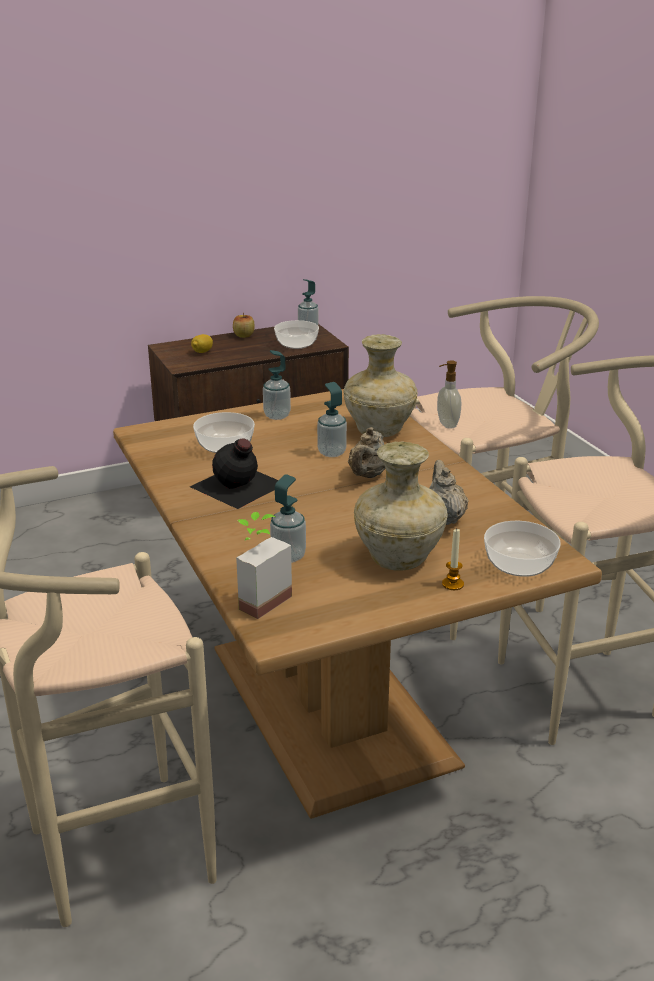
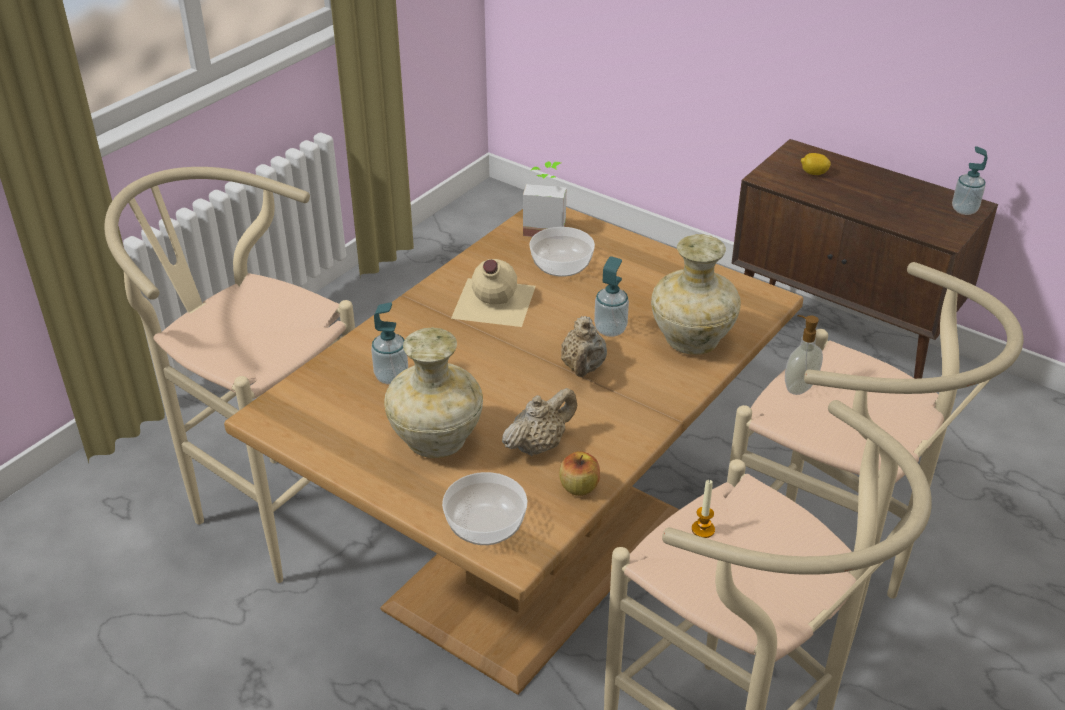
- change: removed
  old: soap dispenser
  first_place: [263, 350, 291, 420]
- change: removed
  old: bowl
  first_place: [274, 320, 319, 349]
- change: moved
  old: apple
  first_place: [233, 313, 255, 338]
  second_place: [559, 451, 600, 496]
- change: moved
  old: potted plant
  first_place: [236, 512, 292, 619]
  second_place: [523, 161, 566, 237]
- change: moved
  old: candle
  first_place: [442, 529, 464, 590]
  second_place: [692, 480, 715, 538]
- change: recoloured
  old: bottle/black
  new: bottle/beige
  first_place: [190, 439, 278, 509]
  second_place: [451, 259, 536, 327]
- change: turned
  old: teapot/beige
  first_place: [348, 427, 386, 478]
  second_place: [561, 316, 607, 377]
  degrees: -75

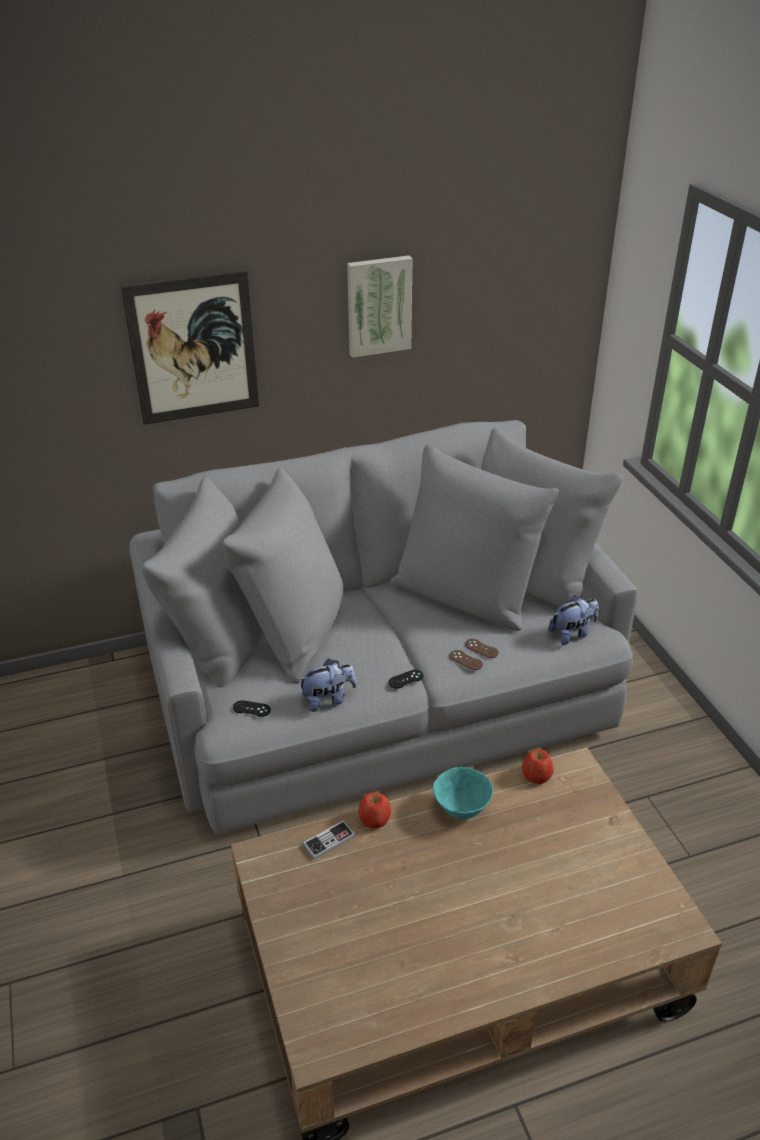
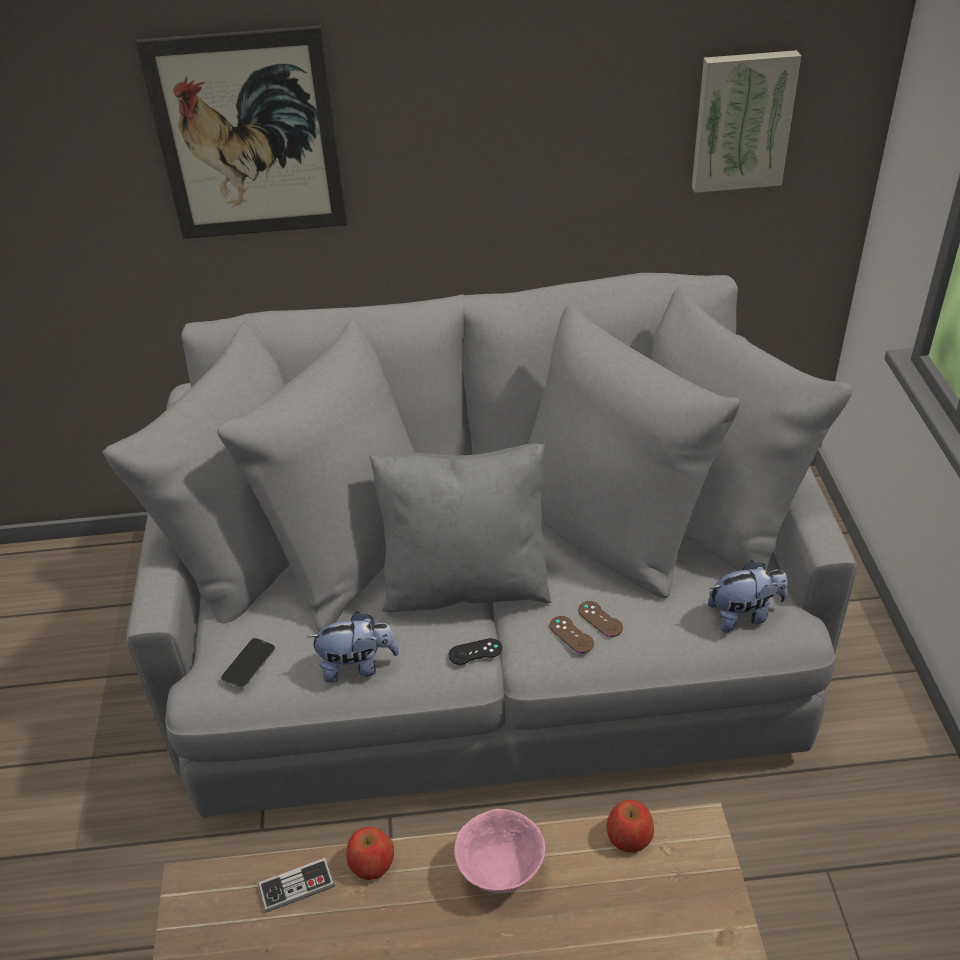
- change: added
  new: pillow/grey
  second_place: [370, 443, 551, 612]
- change: moved
  old: picture
  first_place: [347, 255, 413, 358]
  second_place: [692, 50, 801, 193]
- change: replaced
  old: game controller/black
  new: phone
  first_place: [233, 700, 271, 717]
  second_place: [221, 638, 275, 688]
- change: recoloured
  old: bowl/turquoise
  new: bowl/pink
  first_place: [433, 767, 493, 819]
  second_place: [454, 809, 545, 893]

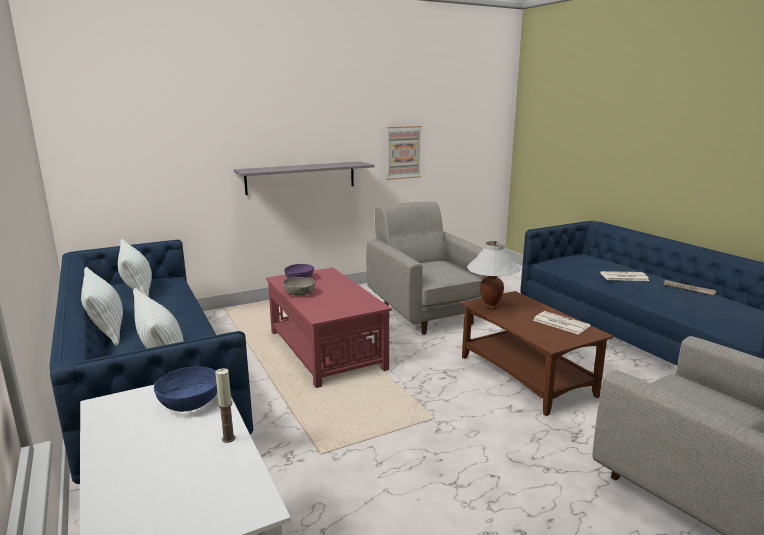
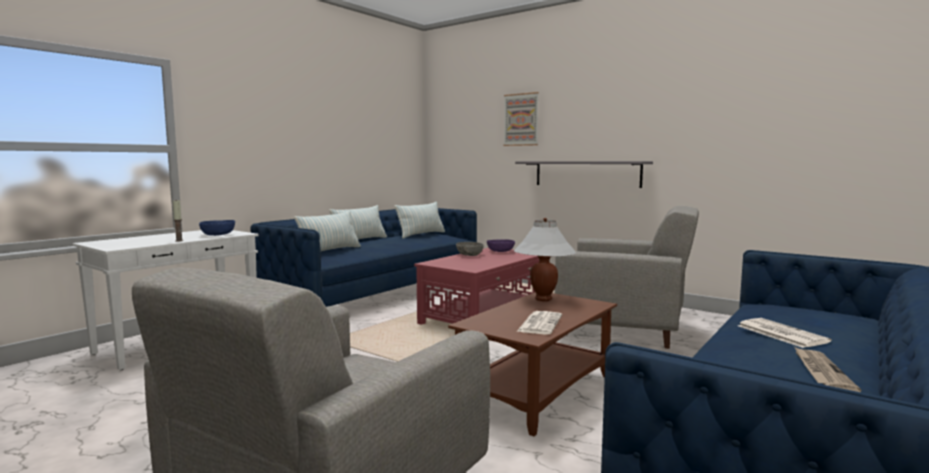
- change: moved
  old: picture
  first_place: [387, 126, 422, 180]
  second_place: [504, 92, 539, 146]
- change: turned
  old: armchair/grey
  first_place: [366, 201, 488, 335]
  second_place: [555, 205, 699, 349]
  degrees: 75

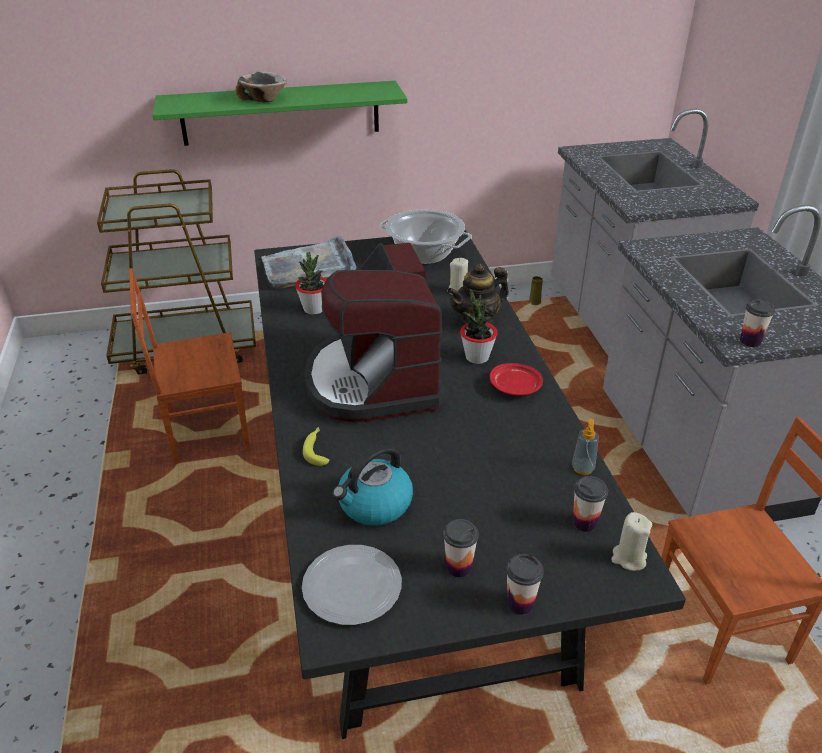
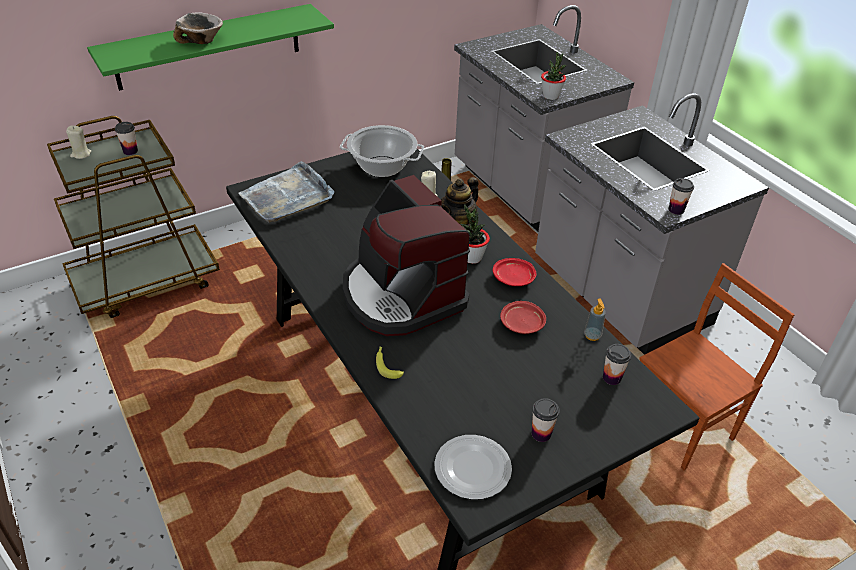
- change: removed
  old: chair/brown
  first_place: [129, 268, 250, 464]
- change: removed
  old: kettle
  first_place: [333, 444, 413, 526]
- change: added
  new: plate/red
  second_place: [500, 301, 546, 334]
- change: moved
  old: potted plant
  first_place: [295, 252, 326, 315]
  second_place: [541, 52, 567, 100]
- change: moved
  old: cup
  first_place: [506, 554, 544, 615]
  second_place: [115, 122, 138, 155]
- change: moved
  old: candle/beige
  first_place: [611, 512, 652, 571]
  second_place: [66, 125, 91, 159]

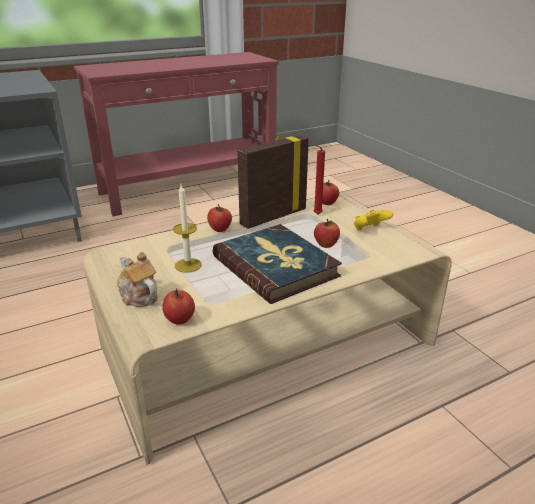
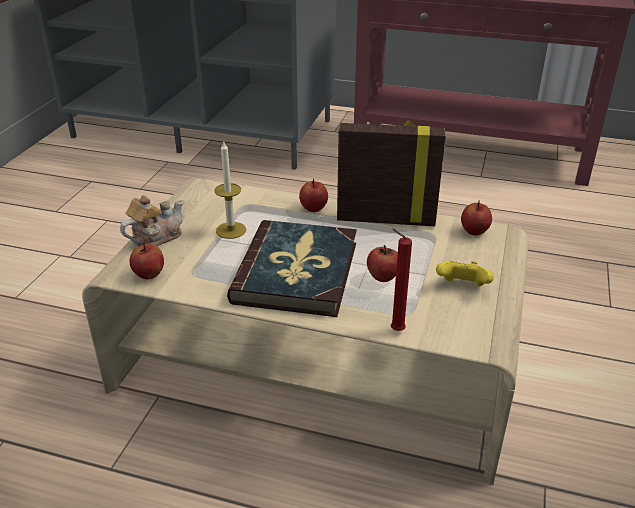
- change: moved
  old: candle/red
  first_place: [314, 145, 325, 215]
  second_place: [391, 229, 412, 331]
- change: turned
  old: teapot
  first_place: [117, 252, 158, 307]
  second_place: [120, 195, 184, 247]
  degrees: 45

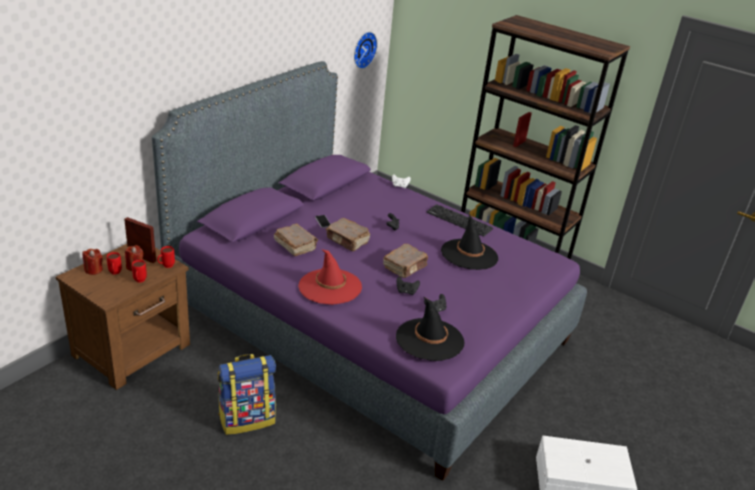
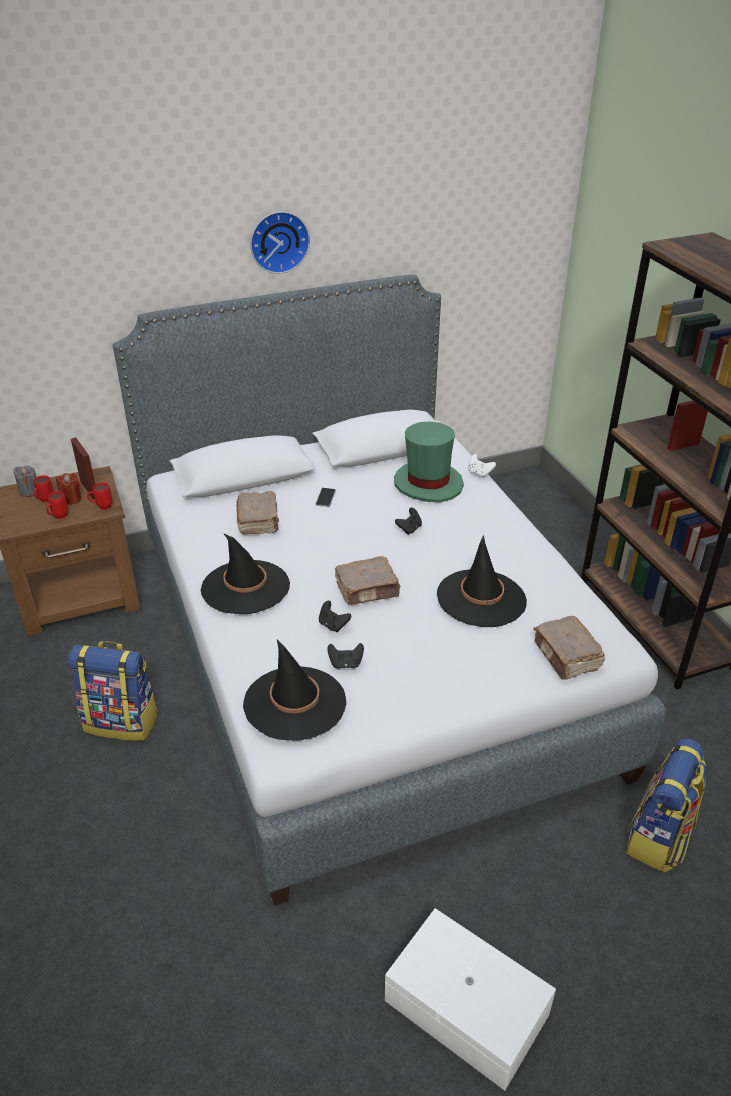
- change: removed
  old: keyboard
  first_place: [427, 204, 493, 237]
- change: added
  new: hat/green
  second_place: [394, 421, 464, 503]
- change: added
  new: backpack
  second_place: [626, 738, 706, 873]
- change: moved
  old: book/brown
  first_place: [326, 218, 370, 251]
  second_place: [534, 616, 605, 680]
- change: moved
  old: wall clock
  first_place: [354, 32, 377, 69]
  second_place: [250, 211, 310, 274]
- change: recoloured
  old: candle/red
  new: candle/grey
  first_place: [82, 249, 103, 275]
  second_place: [13, 465, 37, 497]
- change: recoloured
  old: bed/purple
  new: bed/grey
  first_place: [152, 61, 587, 481]
  second_place: [113, 275, 666, 906]
- change: recoloured
  old: hat/red
  new: hat/black
  first_place: [298, 249, 362, 305]
  second_place: [201, 533, 290, 614]

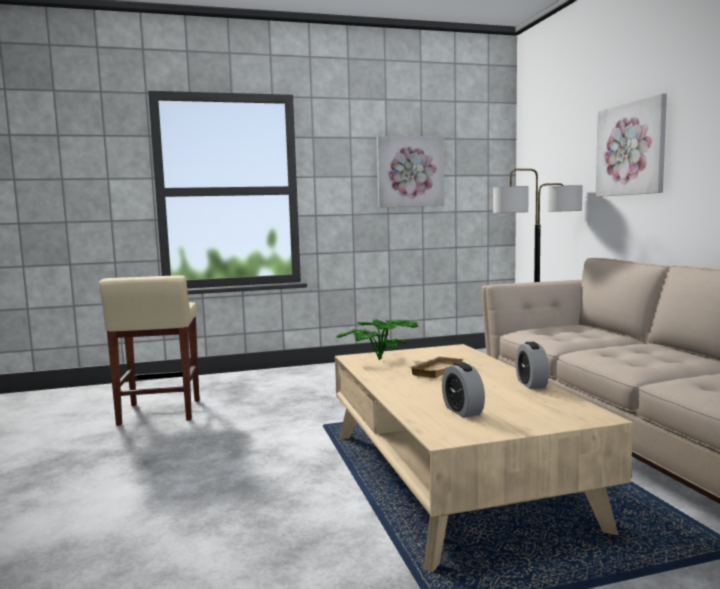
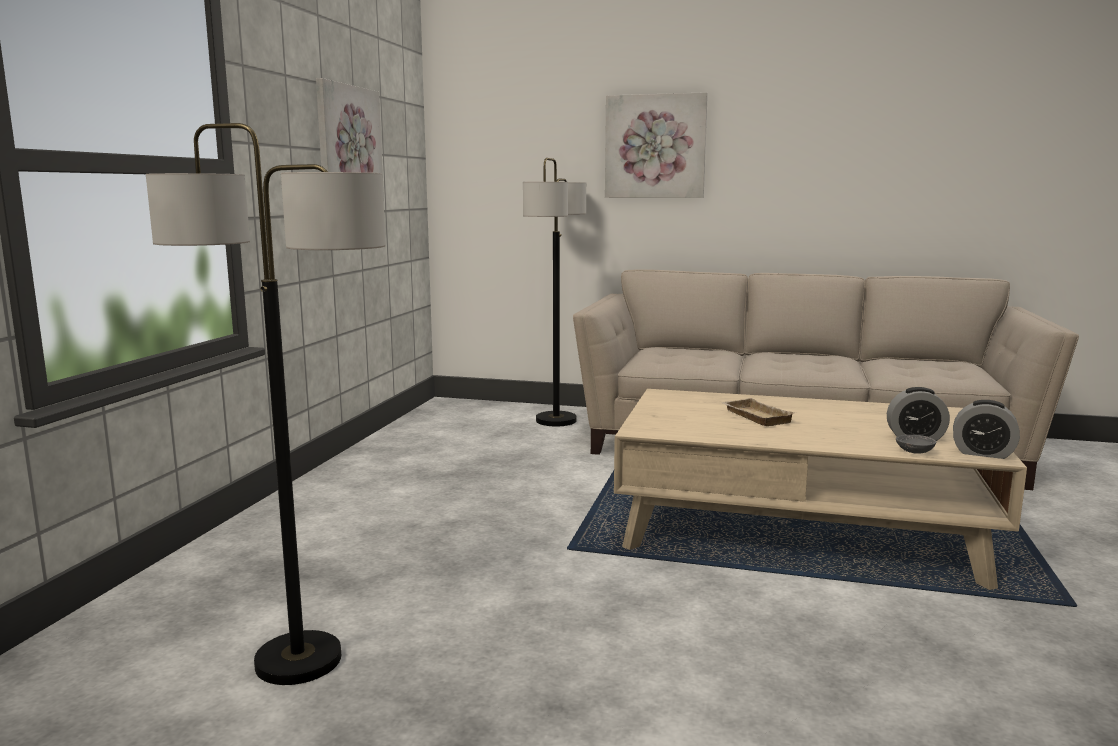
- change: removed
  old: potted plant
  first_place: [337, 318, 418, 360]
- change: added
  new: bowl/grey
  second_place: [896, 435, 936, 454]
- change: moved
  old: alarm clock
  first_place: [516, 342, 549, 389]
  second_place: [953, 400, 1020, 459]
- change: replaced
  old: stool/beige
  new: floor lamp
  first_place: [99, 275, 199, 426]
  second_place: [146, 123, 386, 685]

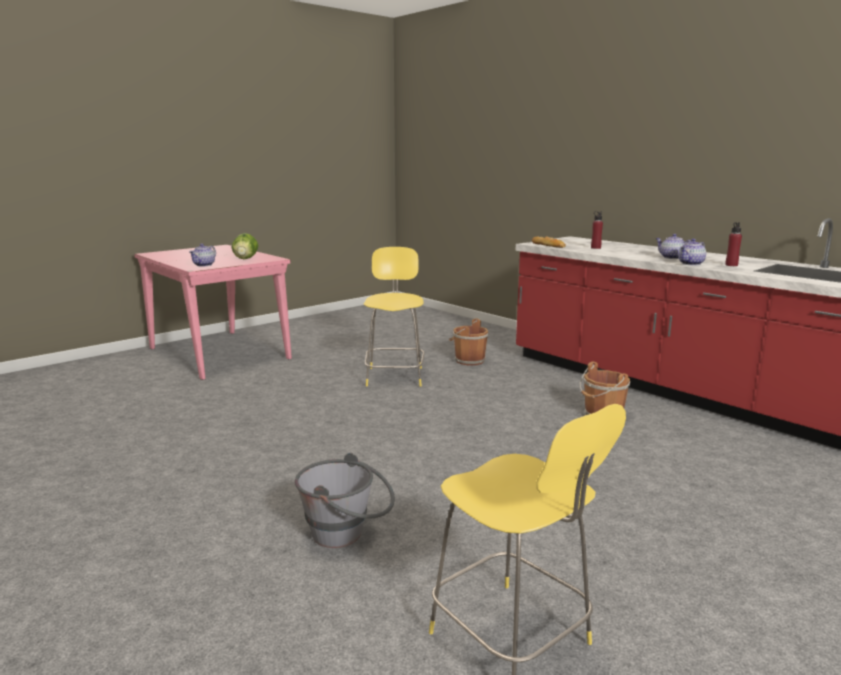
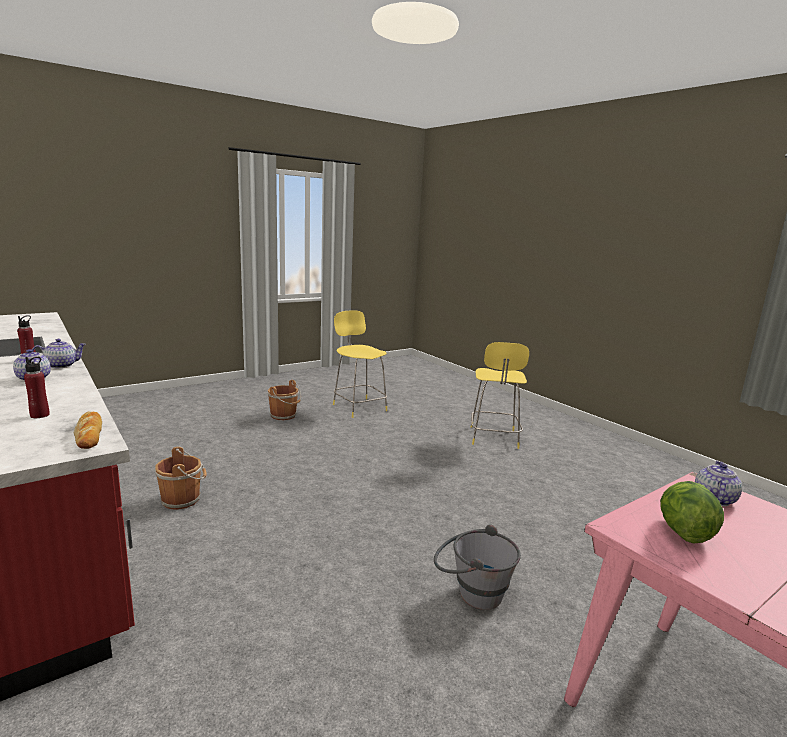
- change: moved
  old: bucket/grey
  first_place: [295, 453, 395, 548]
  second_place: [434, 524, 521, 610]
- change: moved
  old: stool/yellow
  first_place: [364, 247, 425, 387]
  second_place: [471, 342, 529, 449]
- change: moved
  old: bucket/brown
  first_place: [449, 318, 488, 365]
  second_place: [268, 380, 301, 420]

